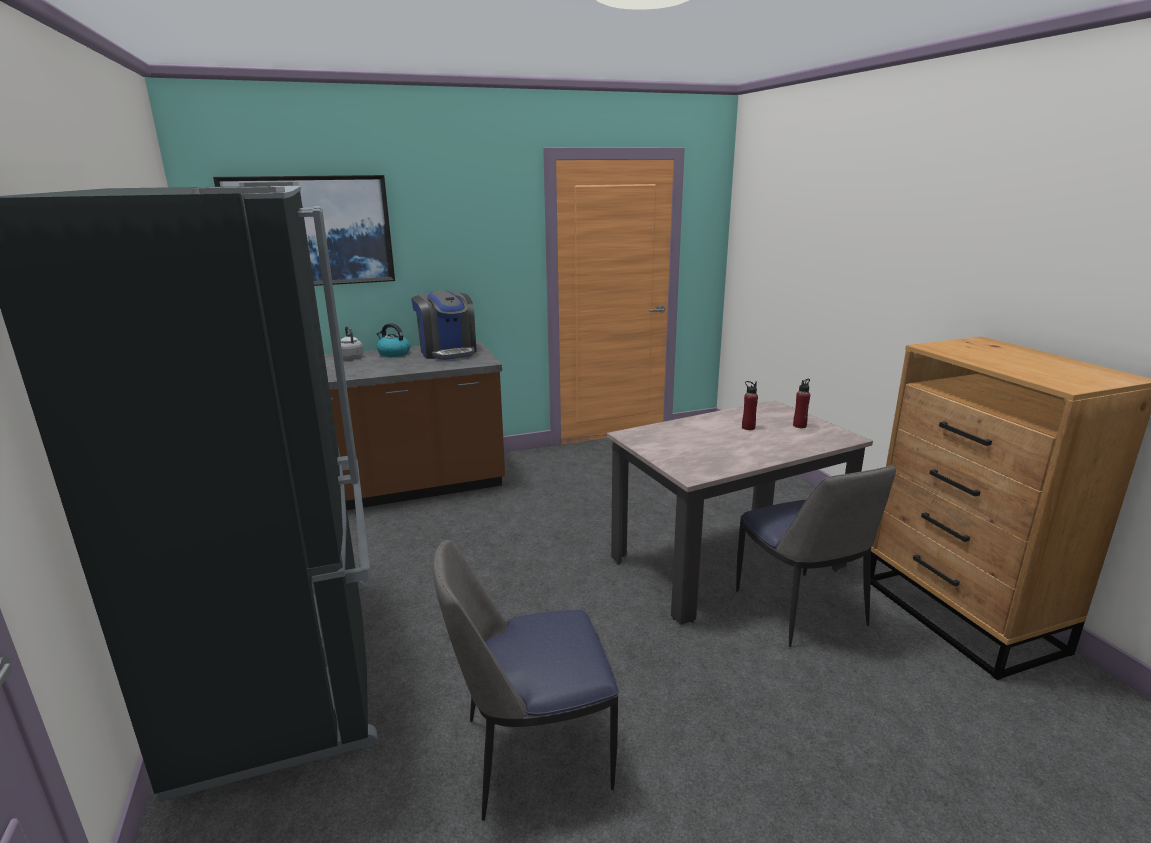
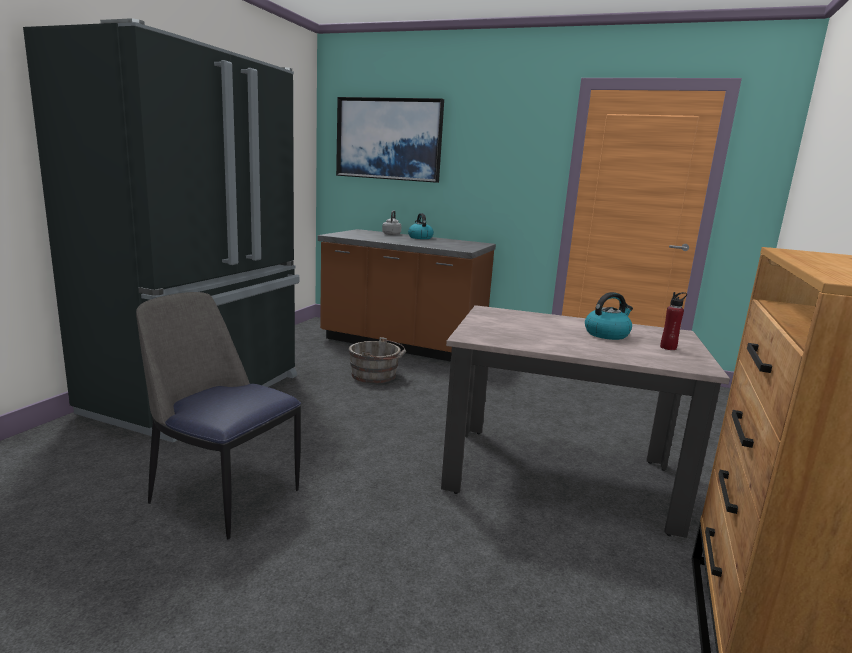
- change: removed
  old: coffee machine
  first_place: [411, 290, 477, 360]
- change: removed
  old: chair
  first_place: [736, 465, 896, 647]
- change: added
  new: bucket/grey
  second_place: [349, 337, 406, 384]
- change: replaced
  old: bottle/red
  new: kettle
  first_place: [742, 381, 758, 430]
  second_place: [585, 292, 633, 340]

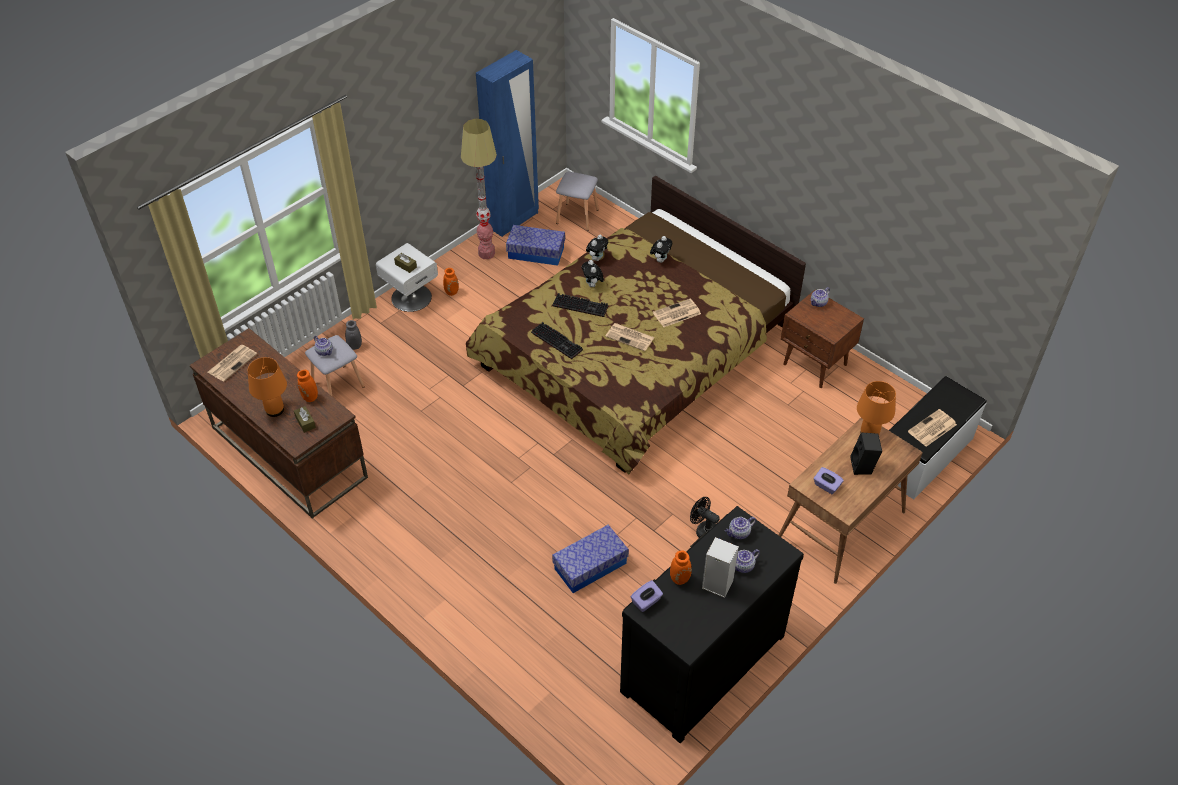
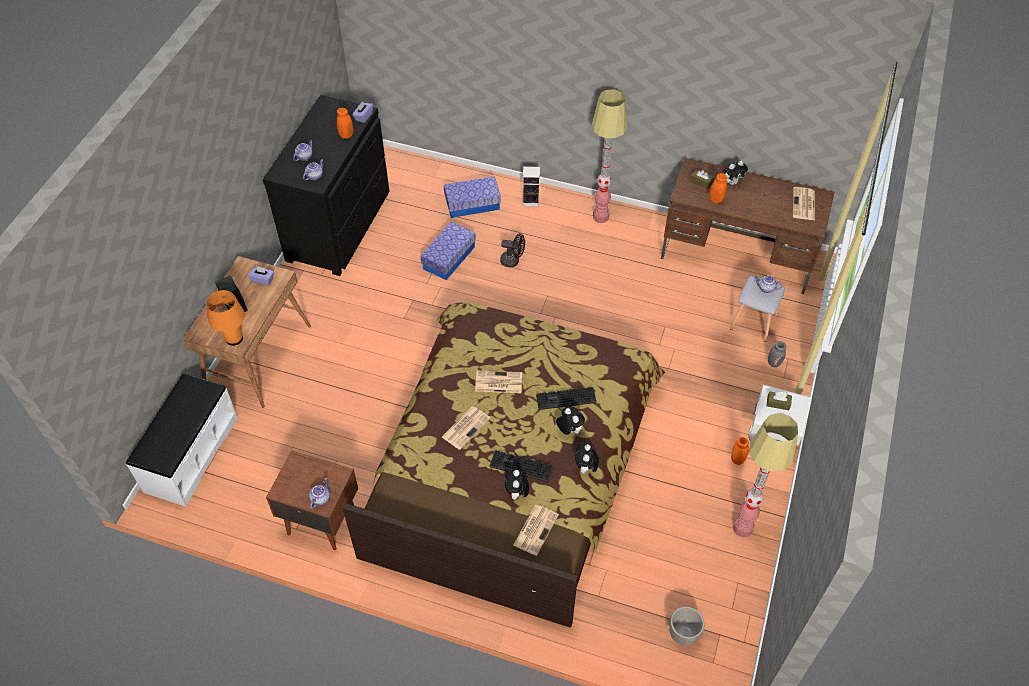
- change: removed
  old: wardrobe/blue
  first_place: [476, 50, 539, 237]
- change: added
  new: floor lamp
  second_place: [592, 89, 627, 223]
- change: moved
  old: storage box
  first_place: [506, 225, 565, 266]
  second_place: [444, 176, 501, 218]
- change: moved
  old: keyboard
  first_place: [531, 322, 583, 359]
  second_place: [490, 451, 553, 482]
- change: moved
  old: fan/black
  first_place: [690, 497, 720, 538]
  second_place: [500, 233, 525, 267]
- change: moved
  old: speaker
  first_place: [702, 537, 739, 598]
  second_place: [523, 166, 540, 207]
- change: moved
  old: newspaper
  first_place: [908, 409, 957, 447]
  second_place: [513, 505, 559, 556]
- change: replaced
  old: table lamp/orange
  new: plush toy
  first_place: [248, 357, 287, 417]
  second_place: [724, 161, 748, 185]
- change: replaced
  old: stool/grey
  new: planter/grey
  first_place: [556, 172, 599, 231]
  second_place: [669, 606, 705, 646]

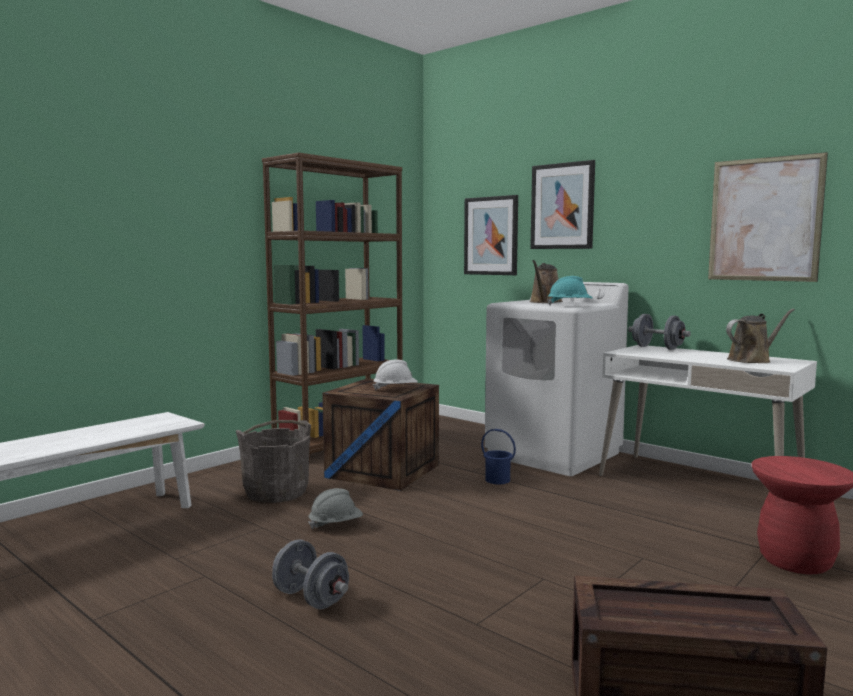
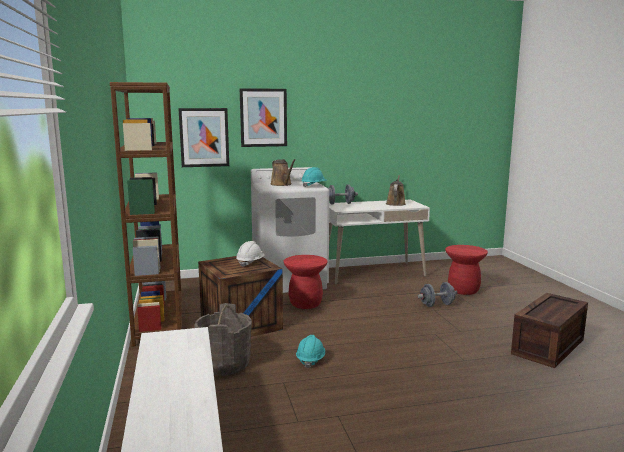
- change: removed
  old: picture
  first_place: [708, 152, 828, 282]
- change: moved
  old: dumbbell/grey
  first_place: [272, 539, 349, 609]
  second_place: [418, 282, 457, 307]
- change: replaced
  old: bucket/blue
  new: stool/red
  first_place: [481, 429, 516, 484]
  second_place: [283, 255, 328, 309]
- change: recoloured
  old: hard hat/grey
  new: hard hat/turquoise
  first_place: [308, 488, 363, 529]
  second_place: [296, 335, 325, 368]

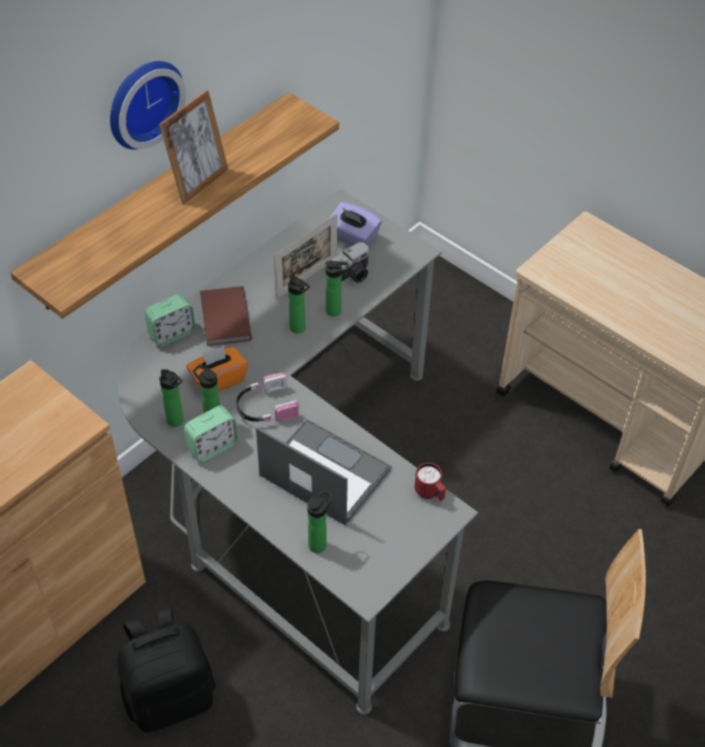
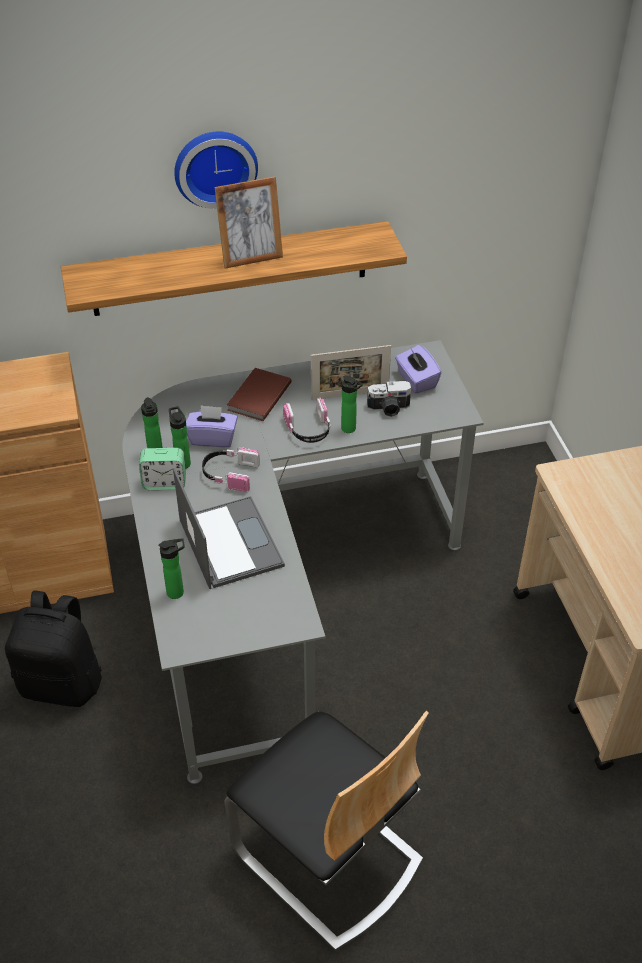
- change: removed
  old: alarm clock
  first_place: [144, 294, 195, 347]
- change: removed
  old: mug/red
  first_place: [415, 463, 446, 501]
- change: replaced
  old: bottle
  new: headphones
  first_place: [288, 276, 310, 333]
  second_place: [283, 397, 331, 443]
- change: recoloured
  old: tissue box/orange
  new: tissue box/purple
  first_place: [186, 346, 248, 393]
  second_place: [186, 405, 238, 447]

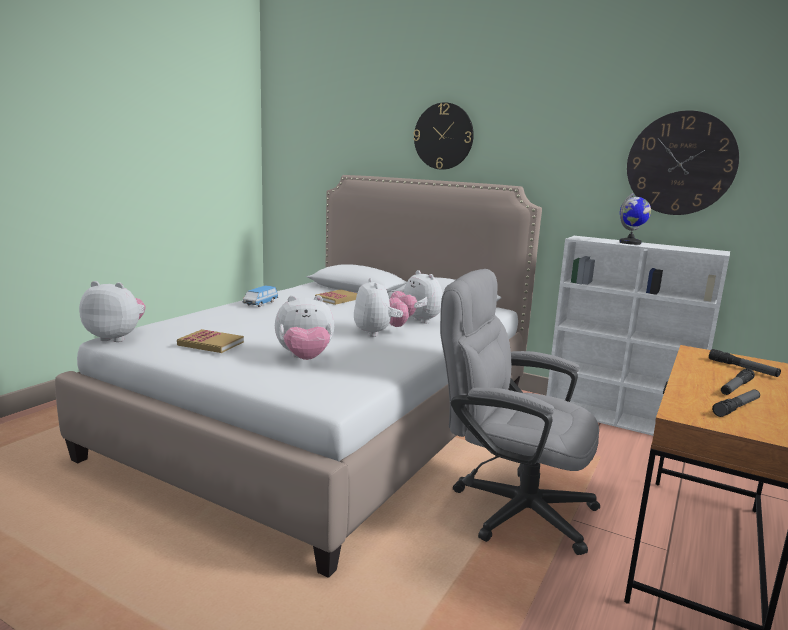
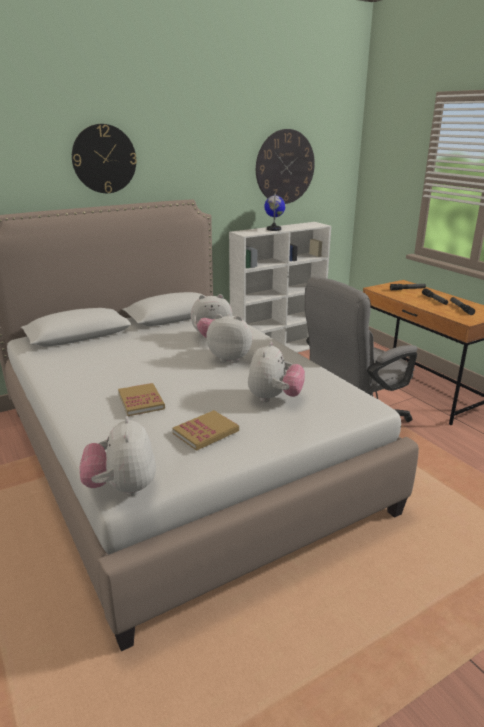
- change: removed
  old: toy car
  first_place: [242, 285, 278, 307]
- change: moved
  old: book
  first_place: [315, 289, 357, 305]
  second_place: [118, 383, 165, 416]
- change: turned
  old: plush toy
  first_place: [79, 281, 145, 342]
  second_place: [79, 416, 156, 496]
  degrees: -45

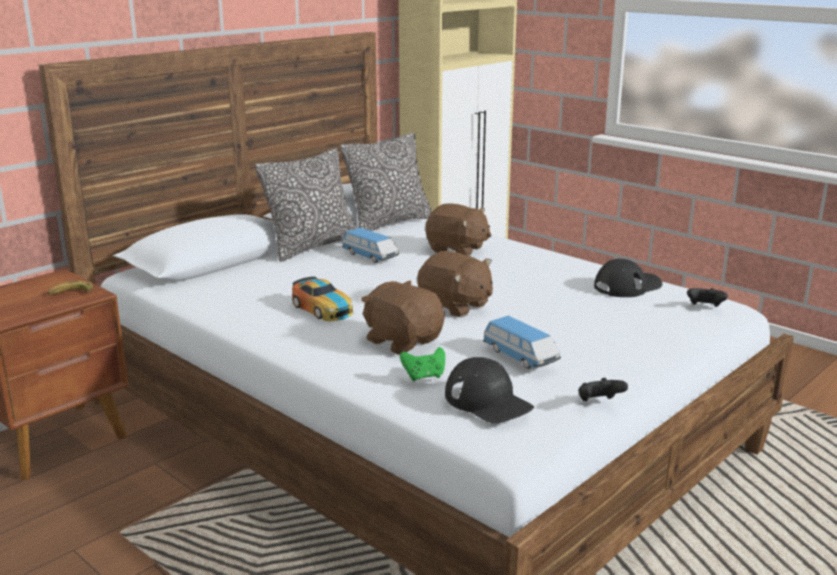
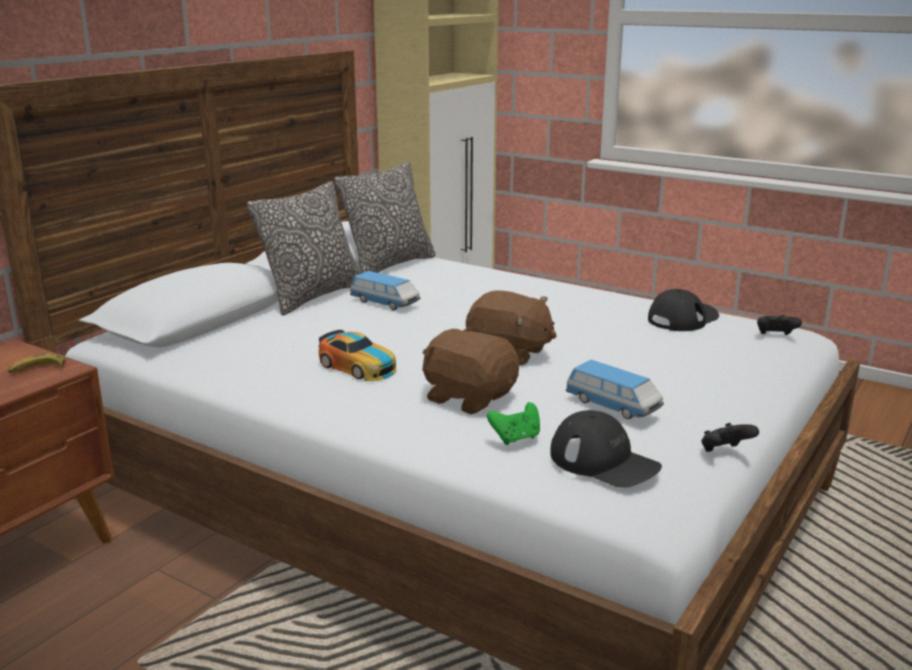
- change: removed
  old: plush toy/brown
  first_place: [425, 204, 491, 256]

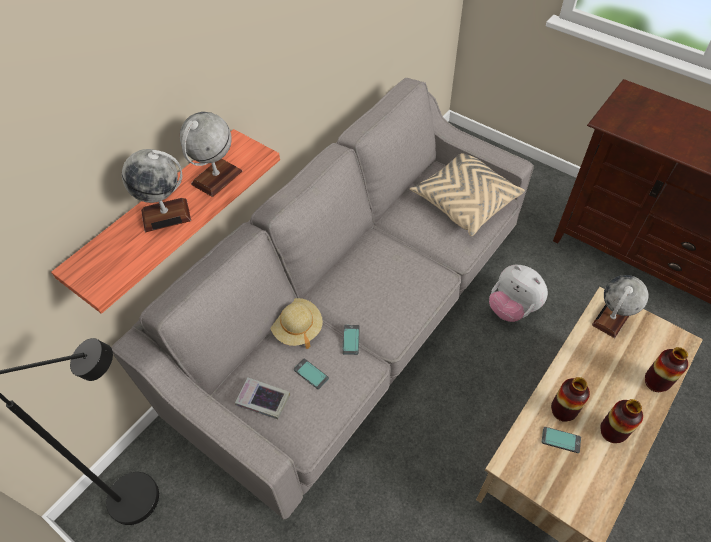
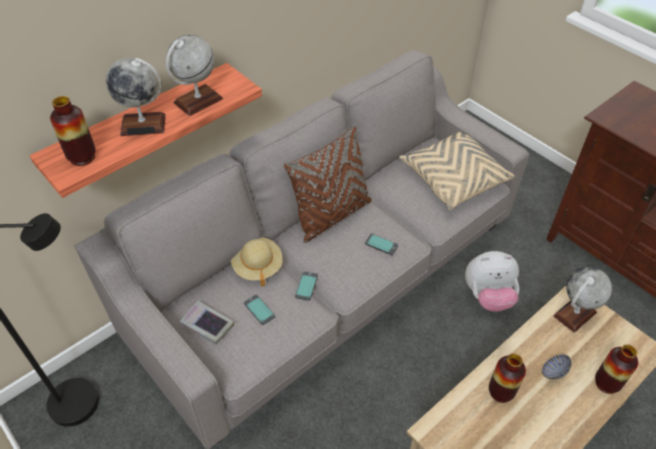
- change: added
  new: pillow/brown
  second_place: [284, 127, 372, 243]
- change: added
  new: bowl
  second_place: [542, 354, 571, 379]
- change: moved
  old: phone
  first_place: [542, 427, 581, 453]
  second_place: [365, 234, 398, 255]
- change: moved
  old: vase
  first_place: [600, 399, 643, 443]
  second_place: [50, 96, 96, 166]
- change: turned
  old: plush toy
  first_place: [489, 264, 548, 322]
  second_place: [465, 251, 520, 312]
  degrees: -60

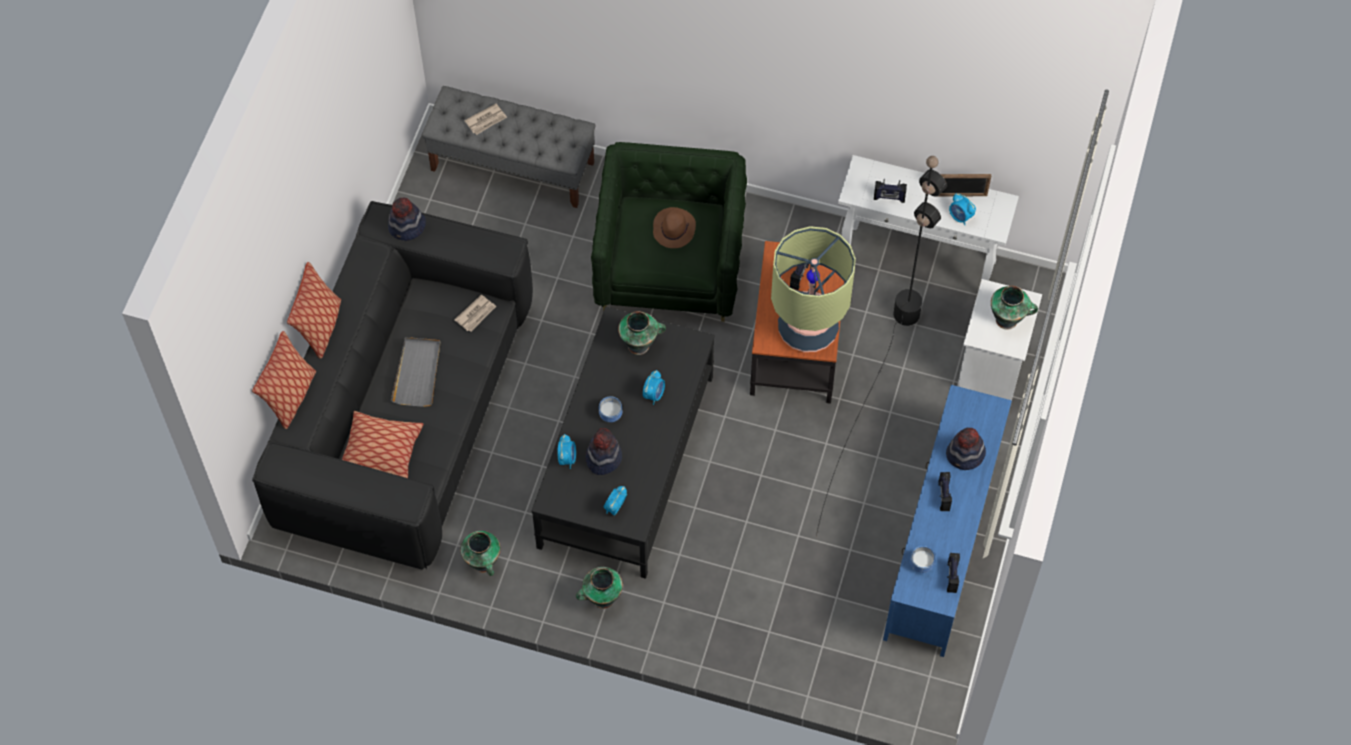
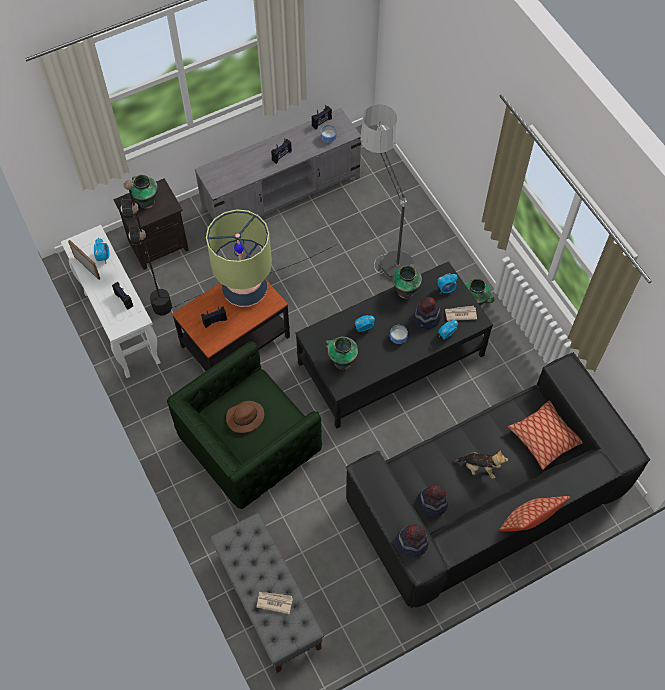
- change: removed
  old: pillow
  first_place: [252, 331, 316, 429]
- change: added
  new: floor lamp
  second_place: [360, 104, 414, 278]
- change: moved
  old: newspaper
  first_place: [454, 295, 496, 332]
  second_place: [445, 306, 477, 321]
- change: moved
  old: vase
  first_place: [460, 531, 500, 576]
  second_place: [392, 264, 422, 299]
- change: moved
  old: hat
  first_place: [946, 428, 986, 470]
  second_place: [417, 484, 448, 516]
- change: replaced
  old: tray/grey
  new: plush toy
  first_place: [391, 337, 440, 407]
  second_place: [453, 450, 508, 479]
- change: recoloured
  old: tv stand/blue
  new: tv stand/grey
  first_place: [883, 385, 1012, 657]
  second_place: [195, 108, 361, 220]
- change: recoloured
  old: nightstand/white
  new: nightstand/black
  first_place: [957, 279, 1042, 400]
  second_place: [113, 178, 189, 270]

